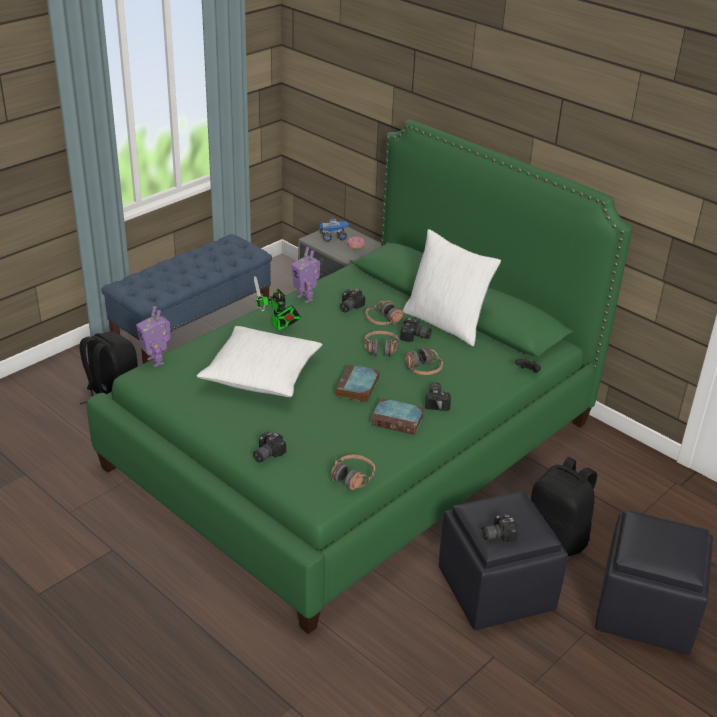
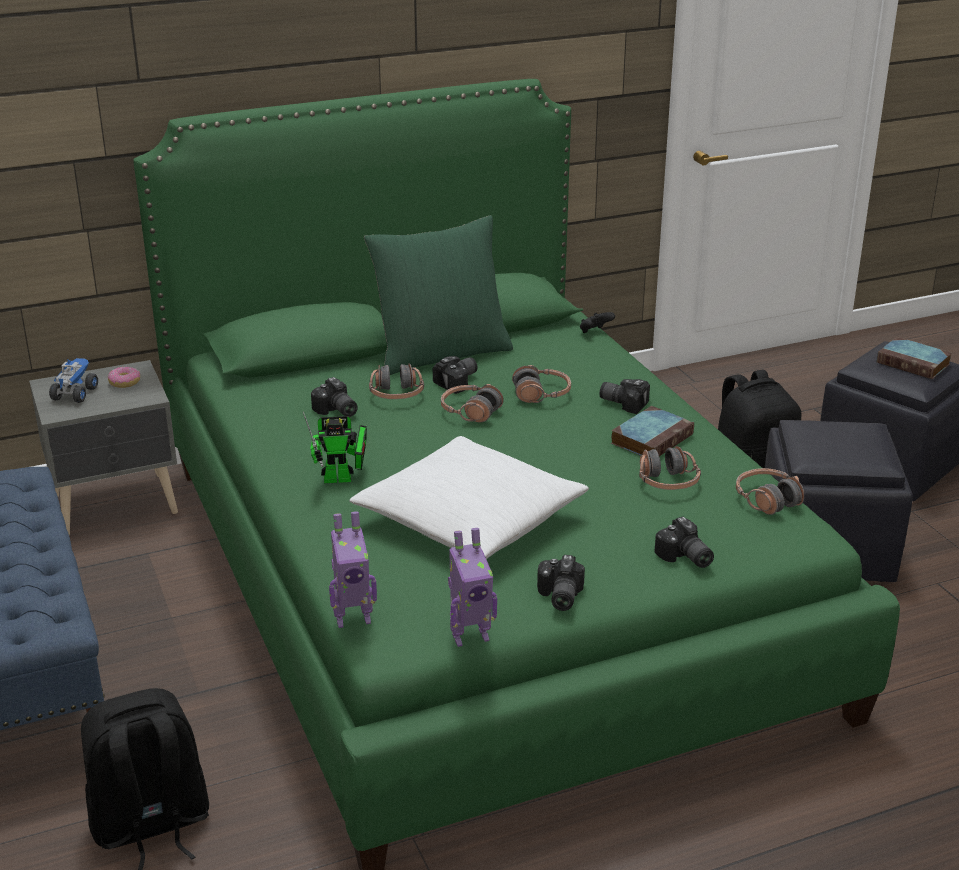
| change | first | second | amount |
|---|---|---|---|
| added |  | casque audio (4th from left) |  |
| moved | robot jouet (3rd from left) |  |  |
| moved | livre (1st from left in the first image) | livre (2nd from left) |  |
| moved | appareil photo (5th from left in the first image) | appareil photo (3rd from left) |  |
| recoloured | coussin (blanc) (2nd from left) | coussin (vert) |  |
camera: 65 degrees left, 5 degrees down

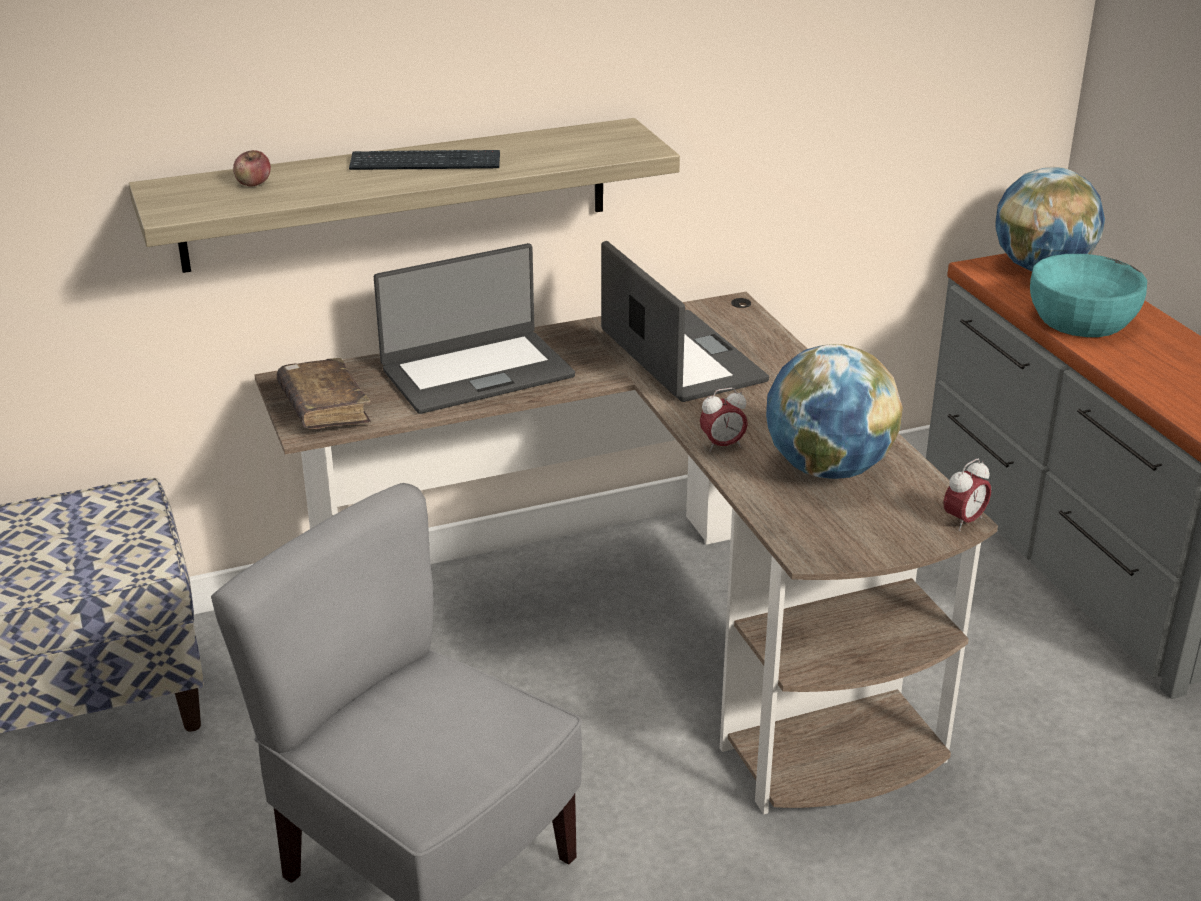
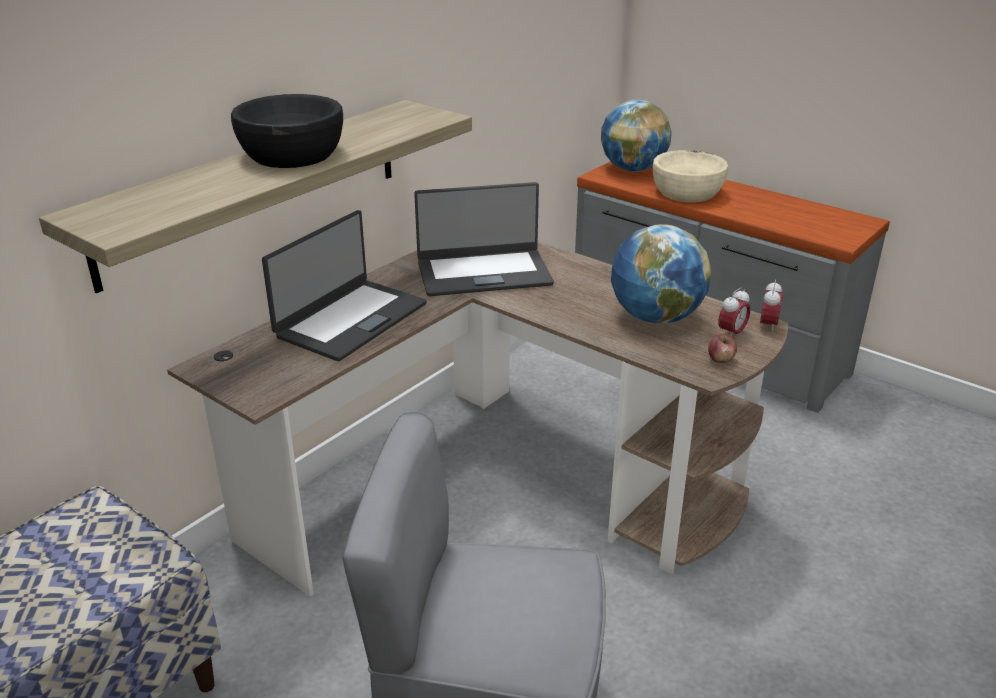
| change | first | second | amount |
|---|---|---|---|
| removed | livre (marron) |  |  |
| moved | pomme |  |  |
| moved | réveil (1st from left) |  |  |
| replaced | clavier | bol (noir) |  |
| recoloured | bol (turquoise) | bol (beige) |  |
| turned | ordinateur portable (2nd from left) |  | 135 degrees clockwise |
camera: 30 degrees left, 0 degrees up

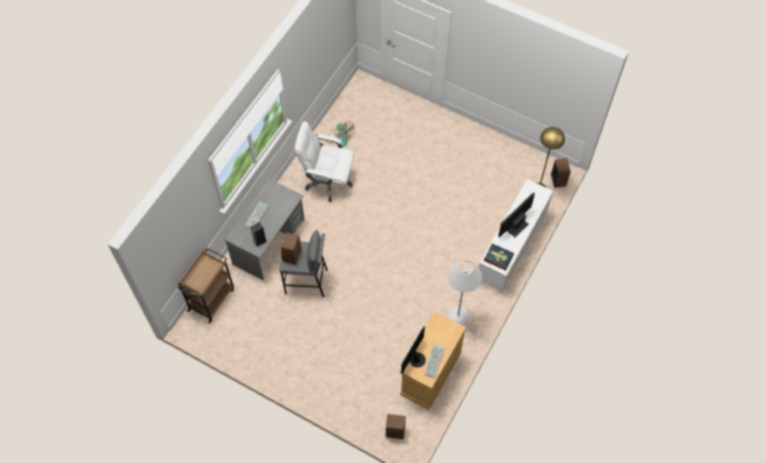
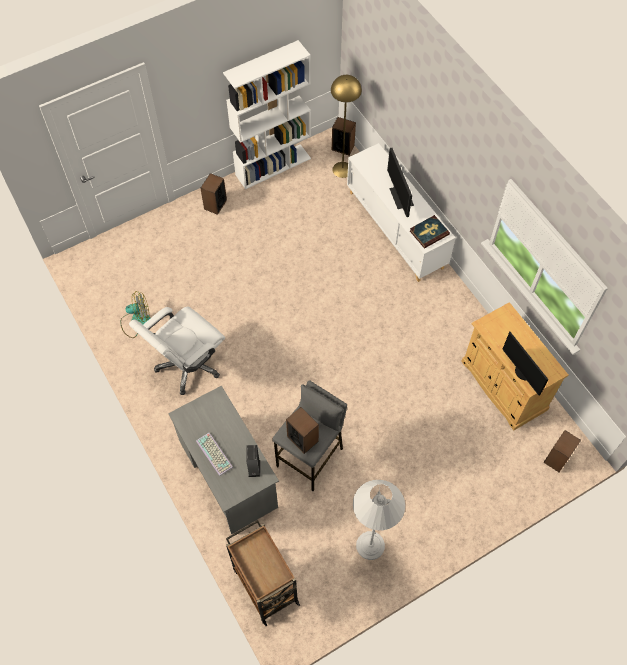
| change | first | second | amount |
|---|---|---|---|
| removed | clavier (2nd from left) |  |  |
| added |  | enceinte (1st from left) |  |
| added |  | bibliothèque (blanc) |  |
| moved | lampadaire (blanc) |  |  |
camera: 60 degrees left, 0 degrees up

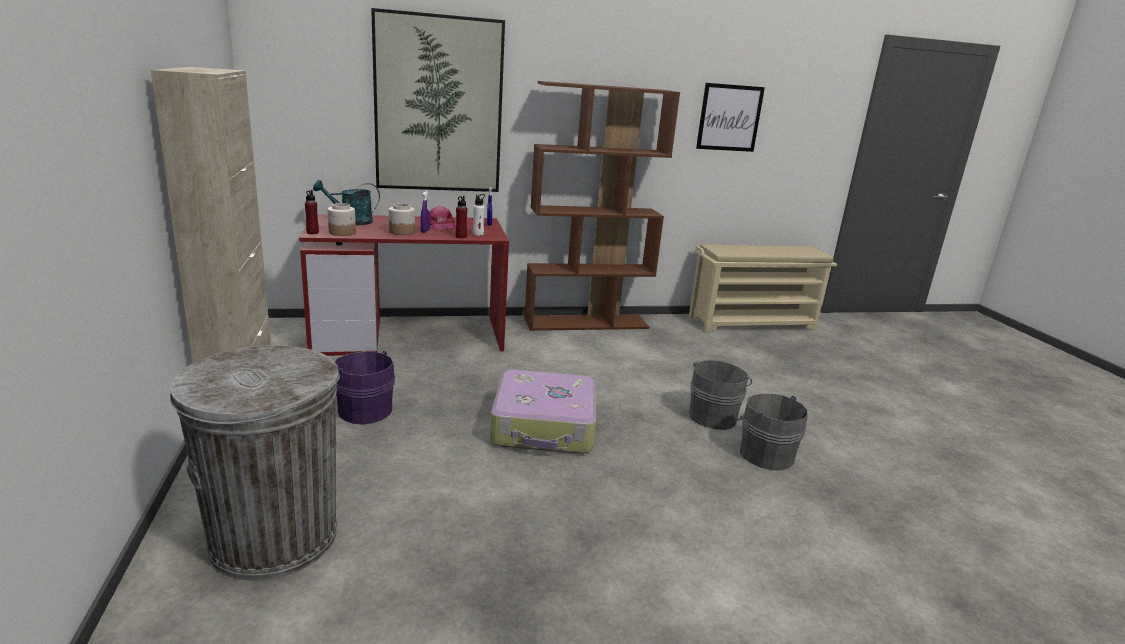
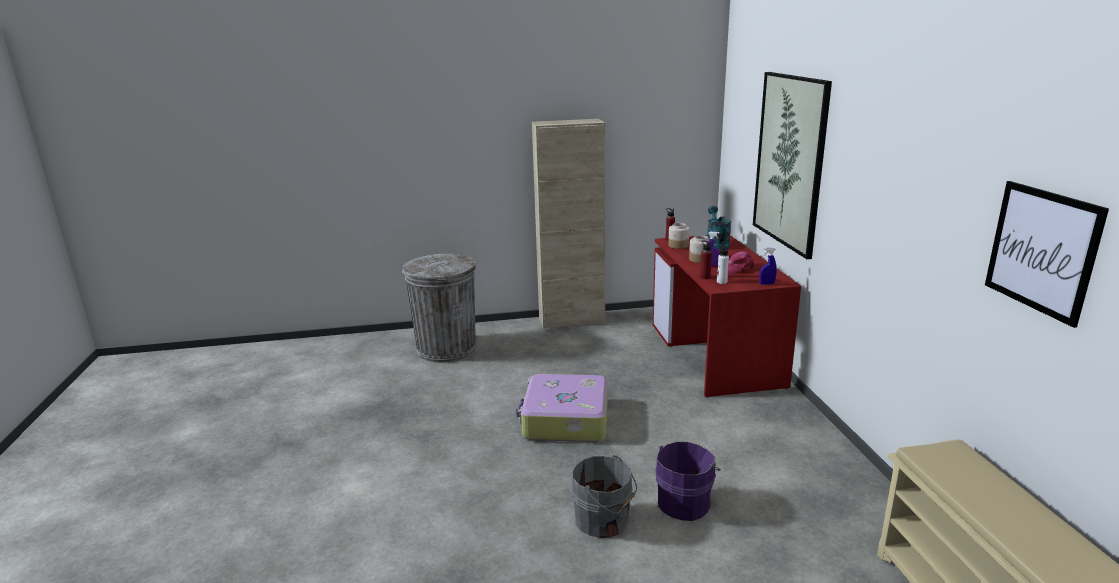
| change | first | second | amount |
|---|---|---|---|
| removed | bibliothèque (marron) |  |  |
| removed | seau (gris) (2nd from left) |  |  |
| moved | seau (violet) |  |  |
camera: 95 degrees right, 0 degrees up

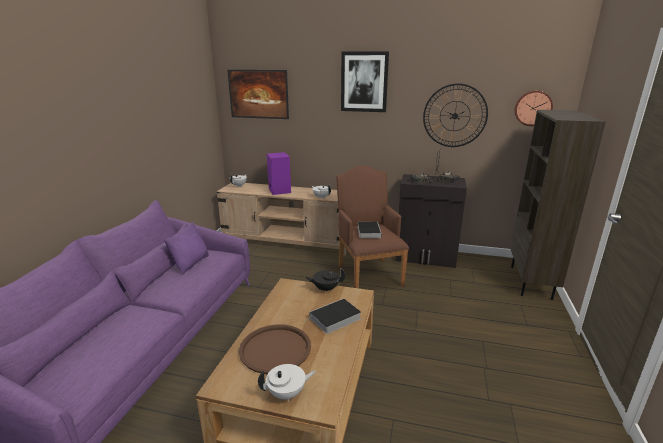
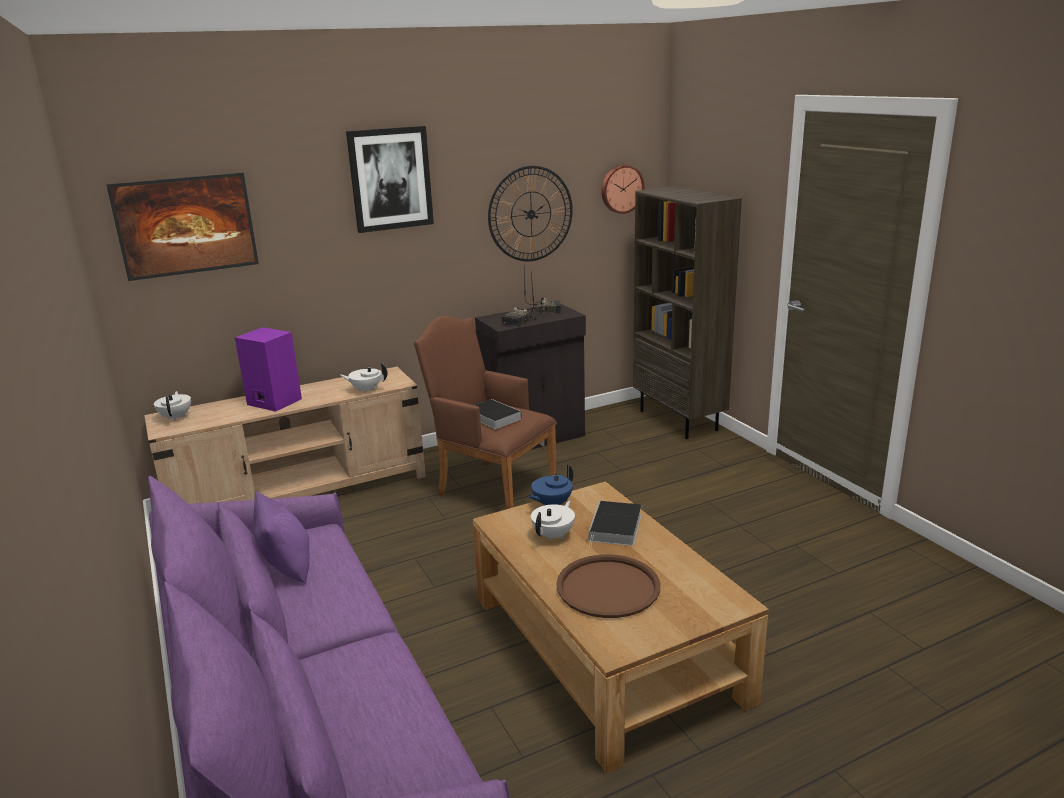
| change | first | second | amount |
|---|---|---|---|
| moved | théière (blanc) (2nd from left in the first image) | théière (blanc) (3rd from left) |  |
| recoloured | théière (noir) | théière (bleu) |  |
camera: 40 degrees left, 0 degrees up

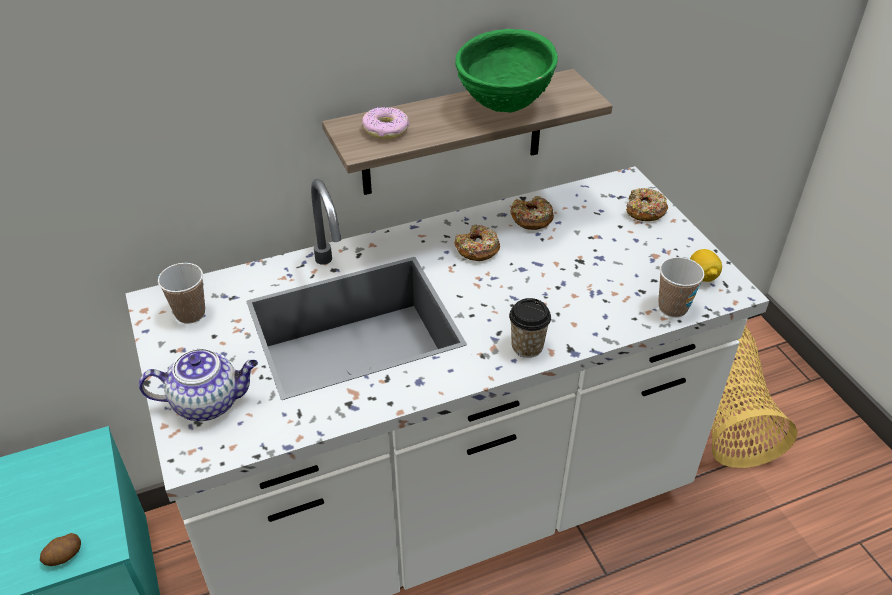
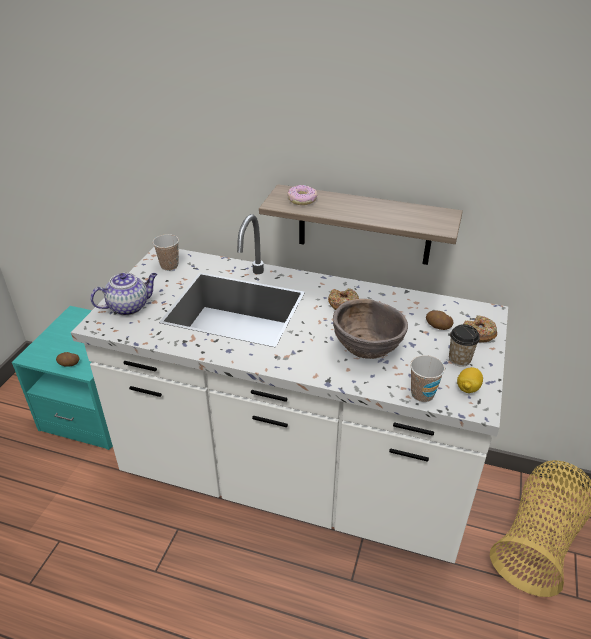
| change | first | second | amount |
|---|---|---|---|
| removed | bol (vert) |  |  |
| removed | beignet (3rd from left) |  |  |
| added |  | bol (marron) |  |
| added |  | pomme de terre (2nd from left) |  |
| moved | tasse (2nd from left in the first image) | tasse (3rd from left) |  |
| turned | théière |  | 60 degrees counterclockwise |
camera: 40 degrees right, 5 degrees down

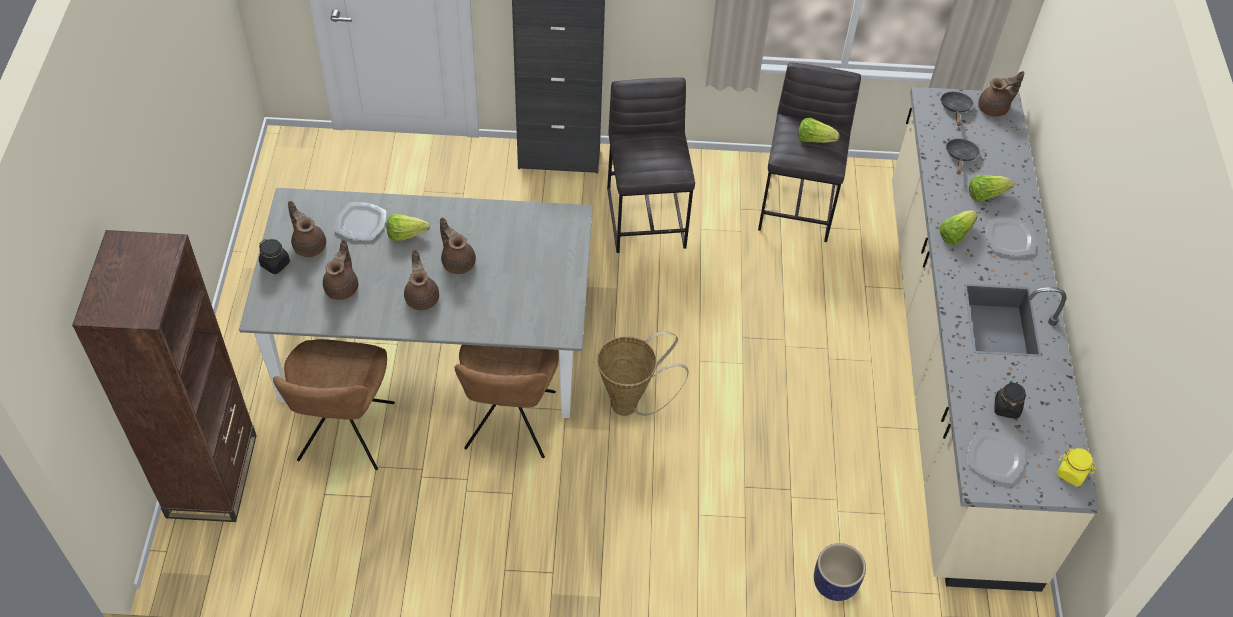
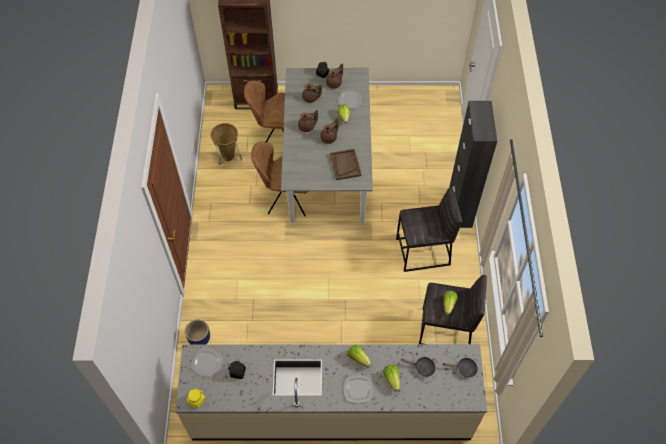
| change | first | second | amount |
|---|---|---|---|
| removed | théière (marron) (5th from left) |  |  |
| added |  | plateau (marron) |  |
| moved | panier |  |  |
camera: 90 degrees right, 5 degrees up

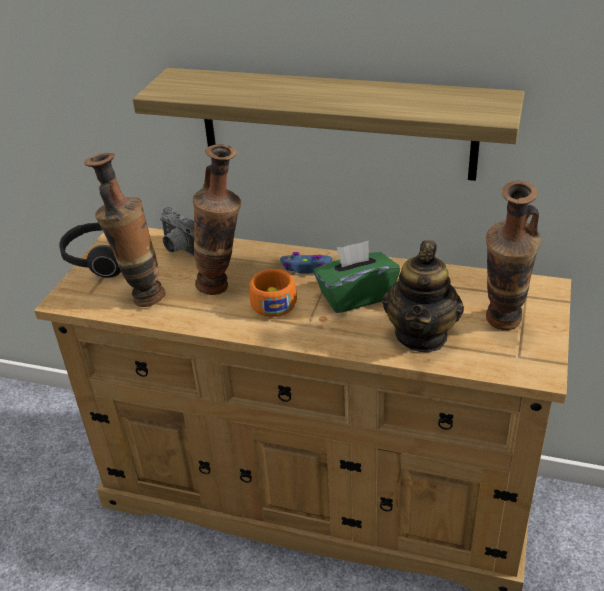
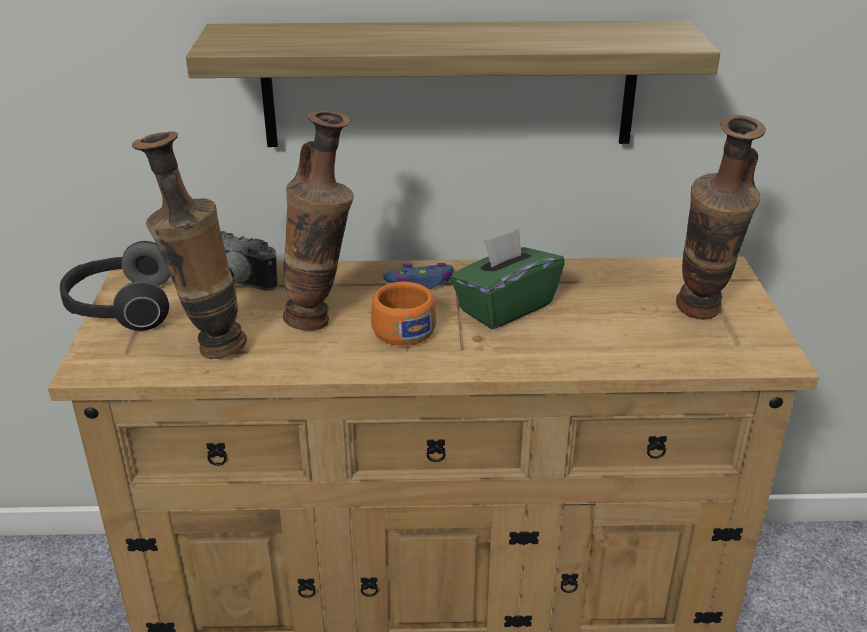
| change | first | second | amount |
|---|---|---|---|
| removed | théière |  |  |
camera: 20 degrees left, 5 degrees down

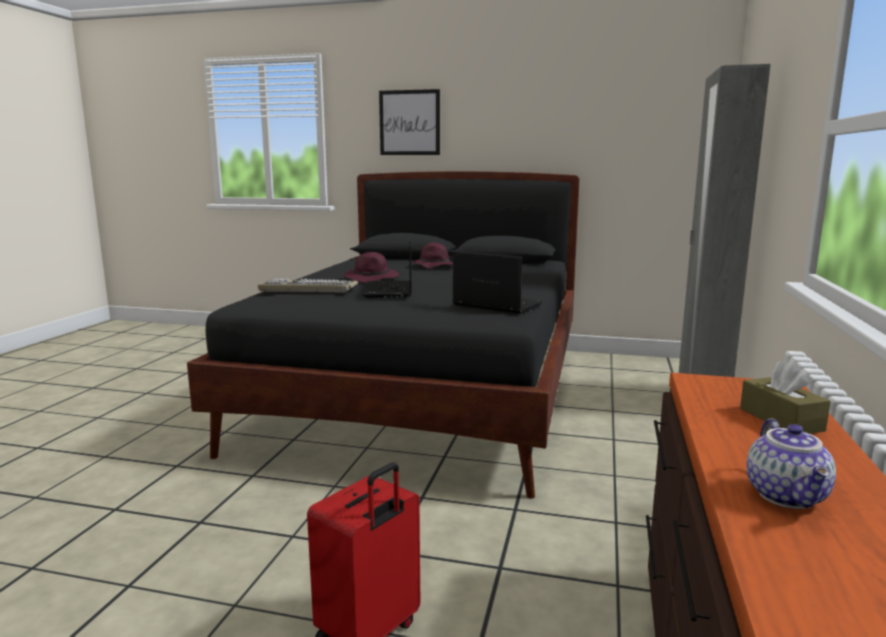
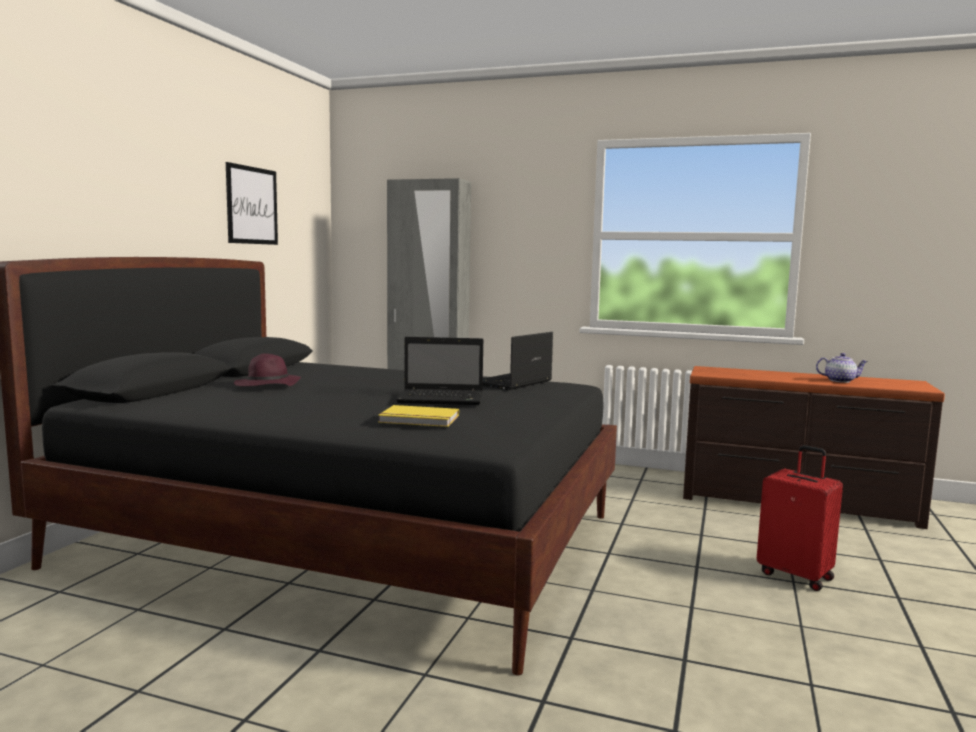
| change | first | second | amount |
|---|---|---|---|
| removed | chapeau (violet) (1st from left) |  |  |
| removed | boîte à mouchoirs (marron) |  |  |
| moved | tableau |  |  |
| replaced | clavier | livre (jaune) |  |
camera: 85 degrees left, 5 degrees down

